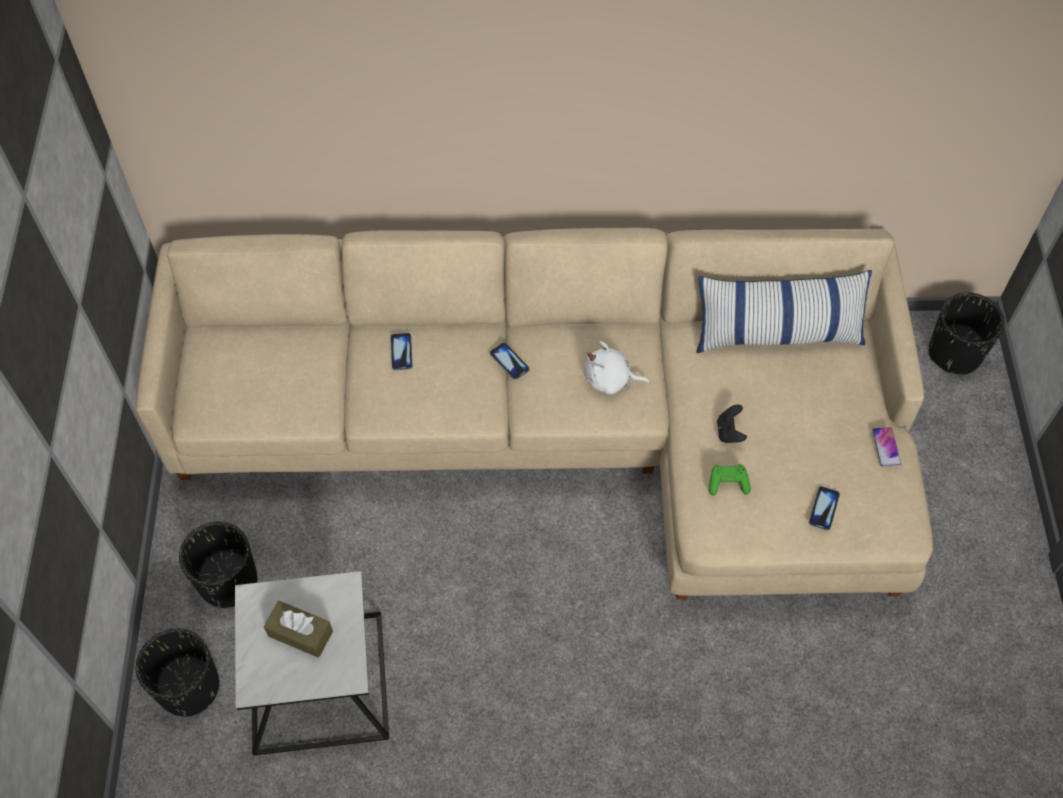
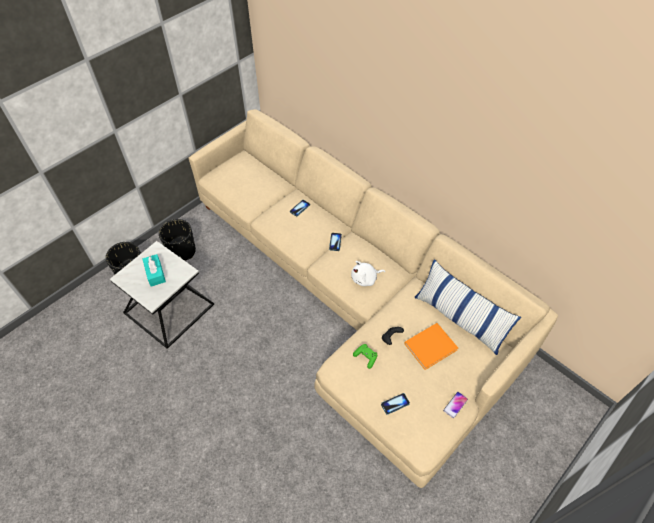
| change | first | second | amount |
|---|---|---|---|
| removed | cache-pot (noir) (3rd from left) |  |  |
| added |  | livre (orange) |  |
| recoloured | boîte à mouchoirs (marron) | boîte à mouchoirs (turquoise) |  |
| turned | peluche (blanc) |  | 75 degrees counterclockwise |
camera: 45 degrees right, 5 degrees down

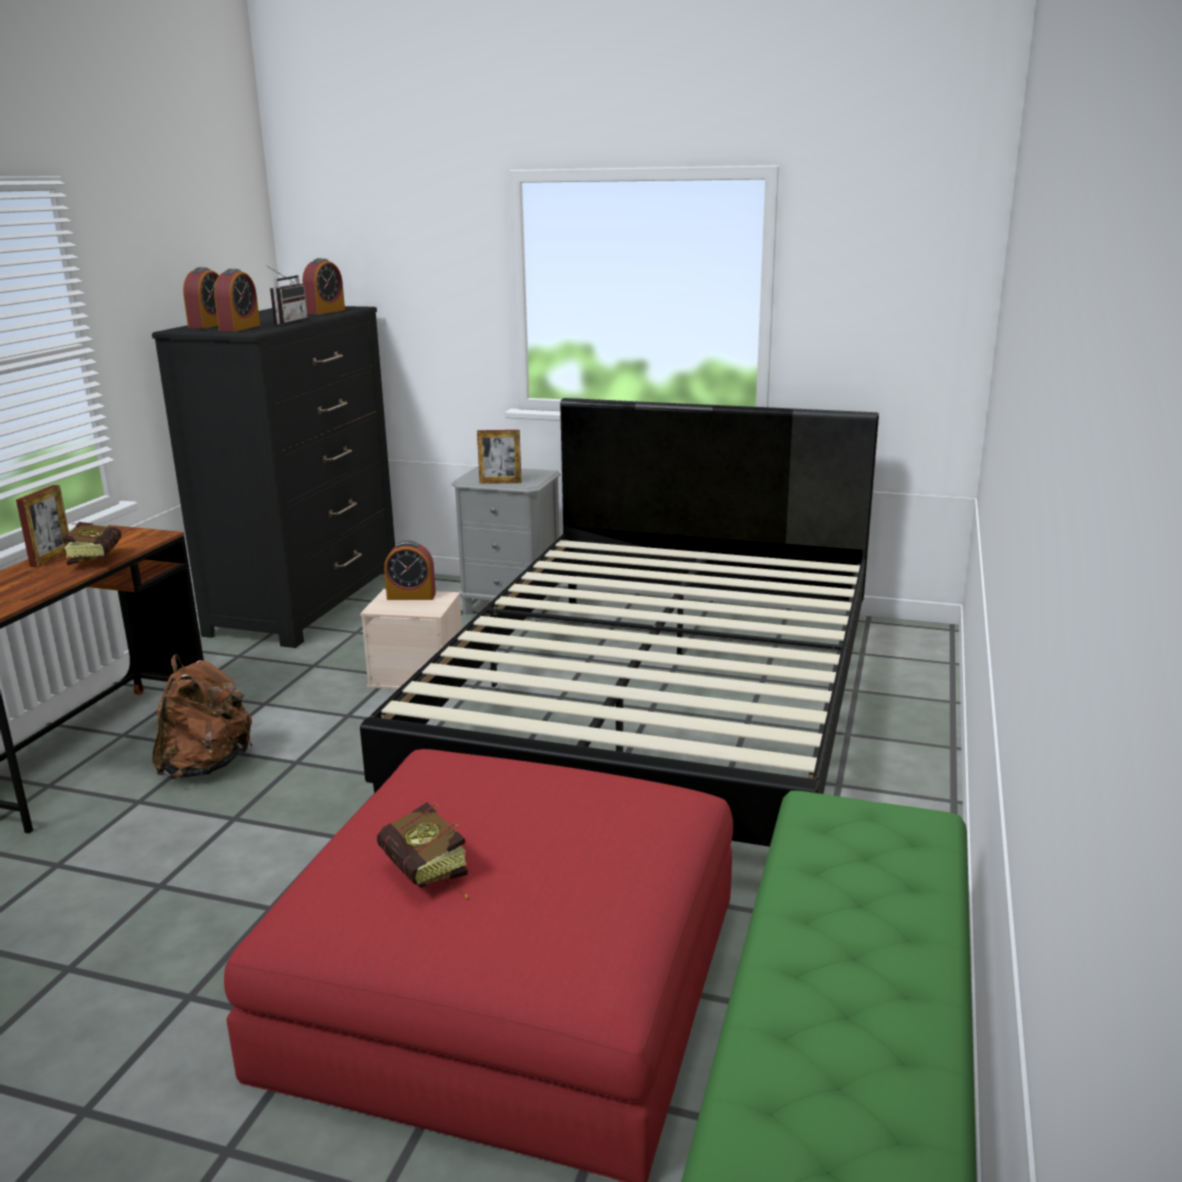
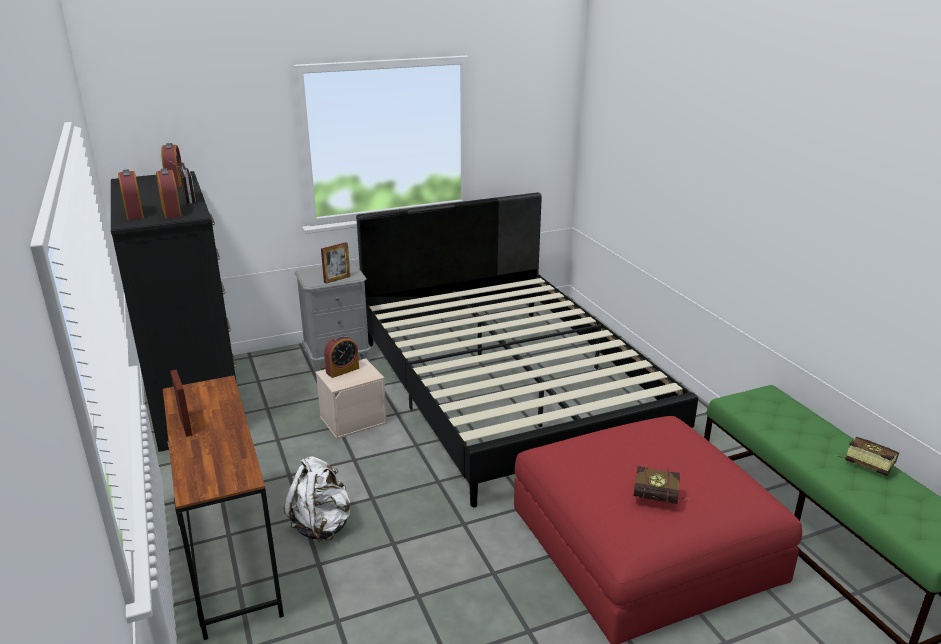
| change | first | second | amount |
|---|---|---|---|
| moved | livre (1st from left in the first image) | livre (2nd from left) |  |
| recoloured | sac à dos (marron) | sac à dos (blanc) |  |
camera: 40 degrees left, 5 degrees up

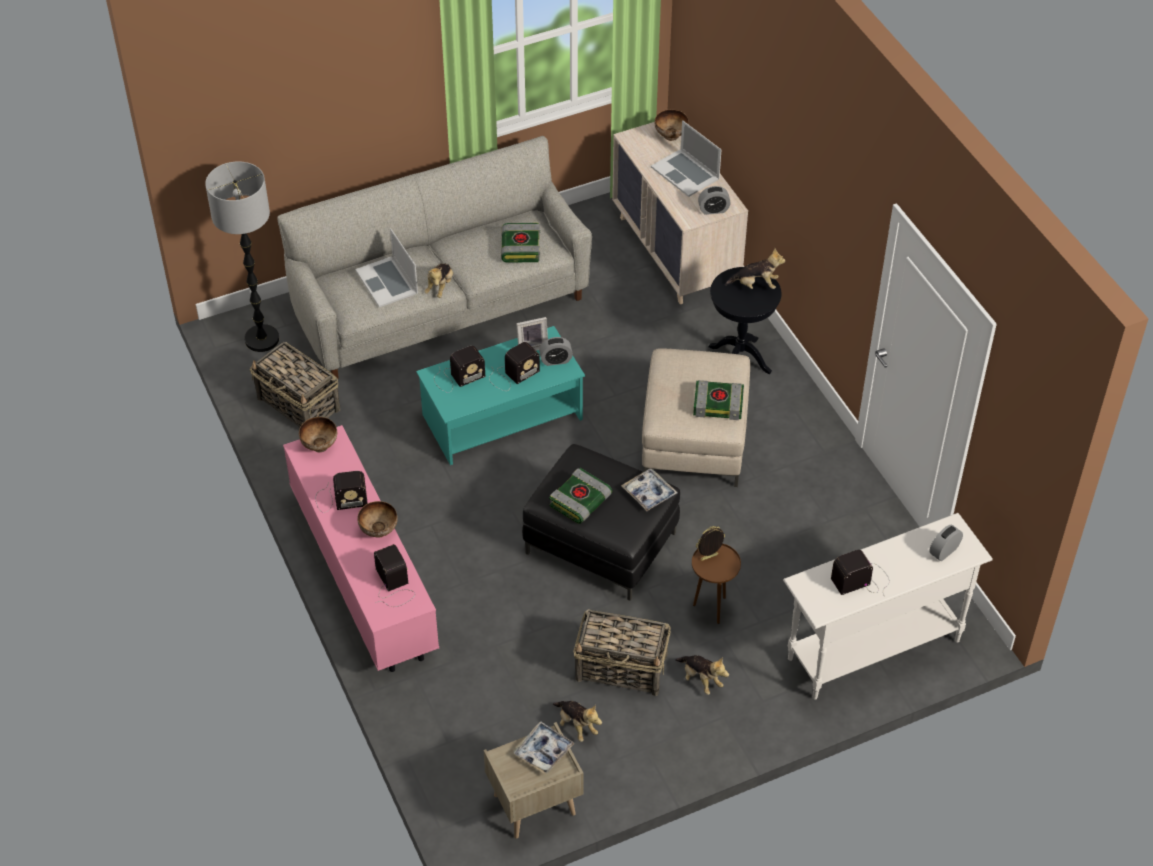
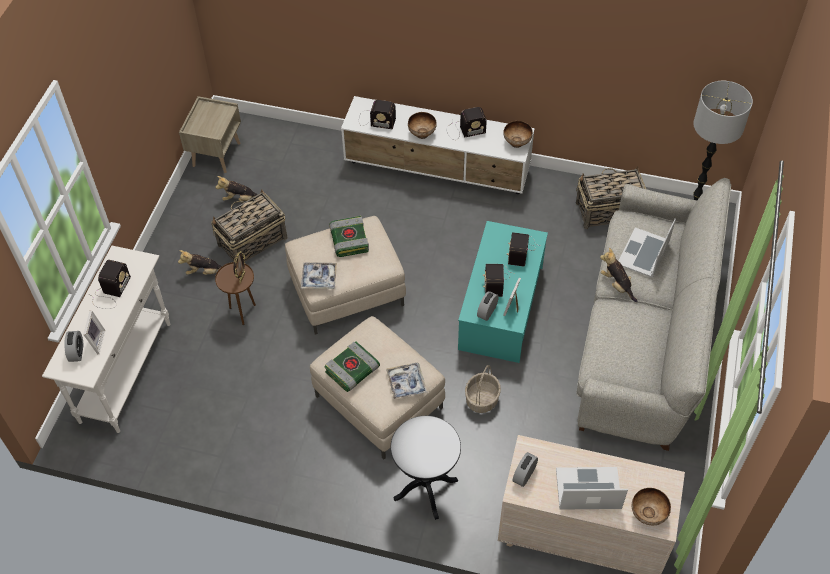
| change | first | second | amount |
|---|---|---|---|
| removed | livre (1st from left) |  |  |
| removed | peluche (4th from left) |  |  |
| added |  | cadre photo (1st from left) |  |
| added |  | panier (2nd from left) |  |
| moved | plateau (1st from left in the first image) | plateau (2nd from left) |  |
| recoloured | meuble télé (rose) | meuble télé (blanc) |  |
| recoloured | pouf (noir) | pouf (beige) (1st from left) |  |
| turned | radio (1st from left in the first image) | radio (3rd from left) | 135 degrees counterclockwise |
| turned | ordinateur portable (1st from left in the first image) | ordinateur portable (2nd from left) | 75 degrees counterclockwise |
camera: 130 degrees right, 5 degrees up

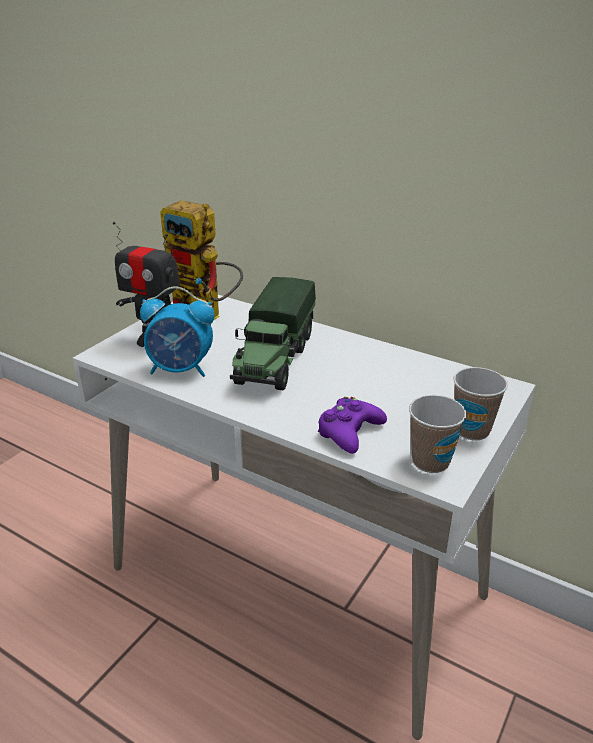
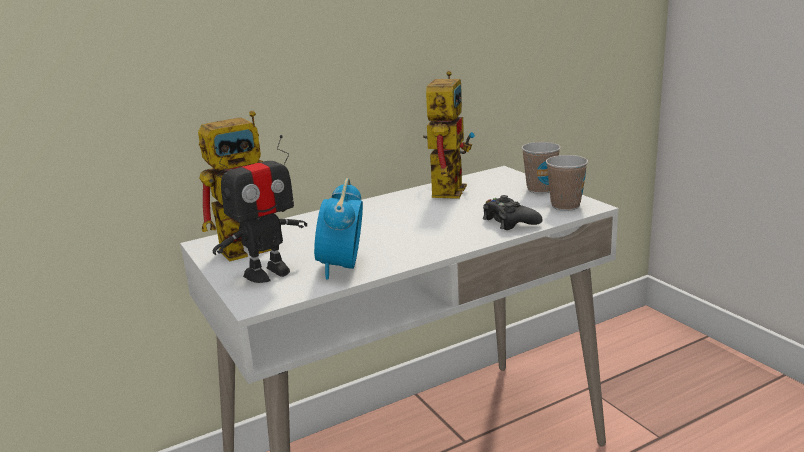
| change | first | second | amount |
|---|---|---|---|
| removed | camion jouet |  |  |
| added |  | robot jouet (3rd from left) |  |
| recoloured | manette (violet) | manette (noir) |  |
| turned | réveil |  | 150 degrees clockwise |
camera: 60 degrees left, 10 degrees down

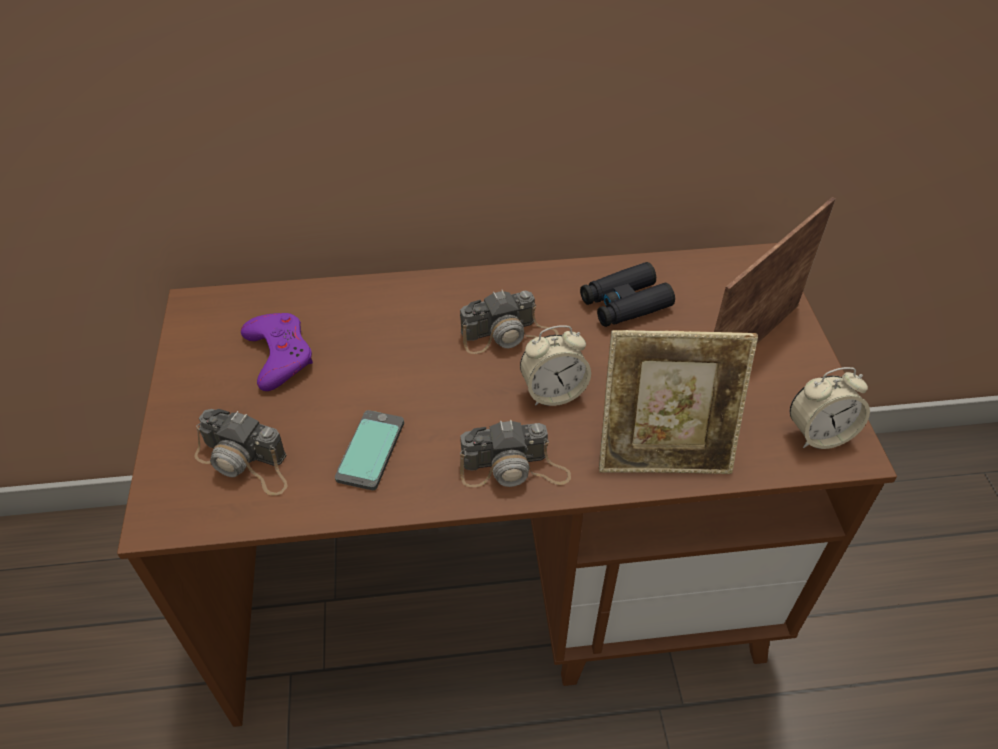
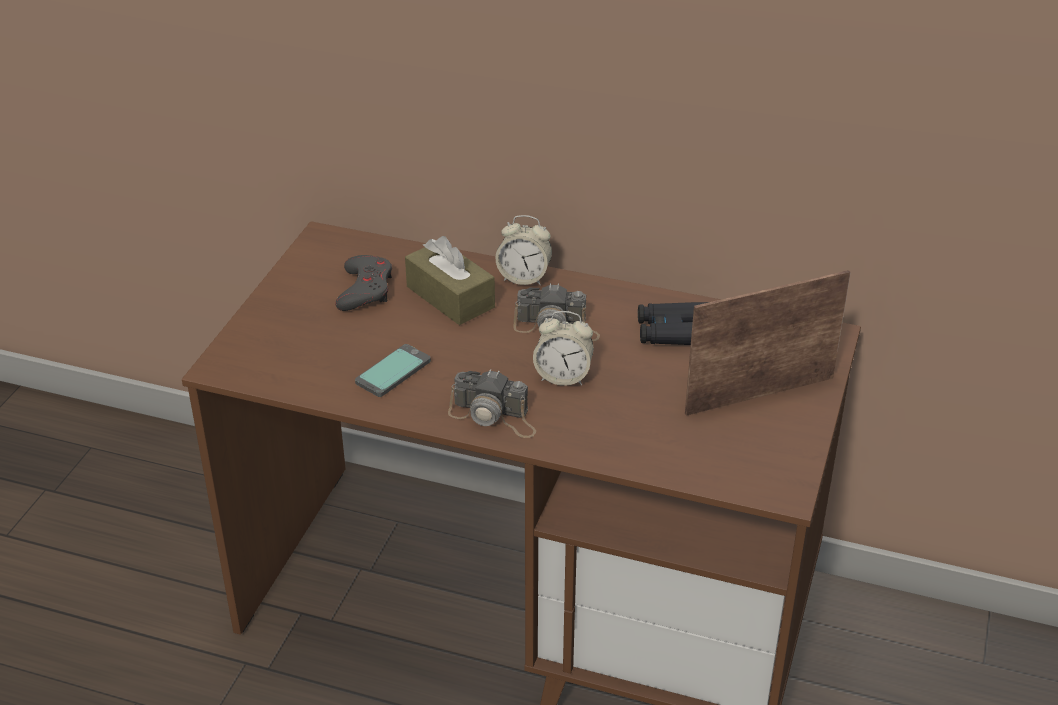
| change | first | second | amount |
|---|---|---|---|
| removed | appareil photo (1st from left) |  |  |
| removed | cadre photo (1st from left) |  |  |
| added |  | boîte à mouchoirs (marron) |  |
| moved | réveil (2nd from left in the first image) | réveil (1st from left) |  |
| recoloured | manette (violet) | manette (gris) |  |
camera: 25 degrees right, 10 degrees down

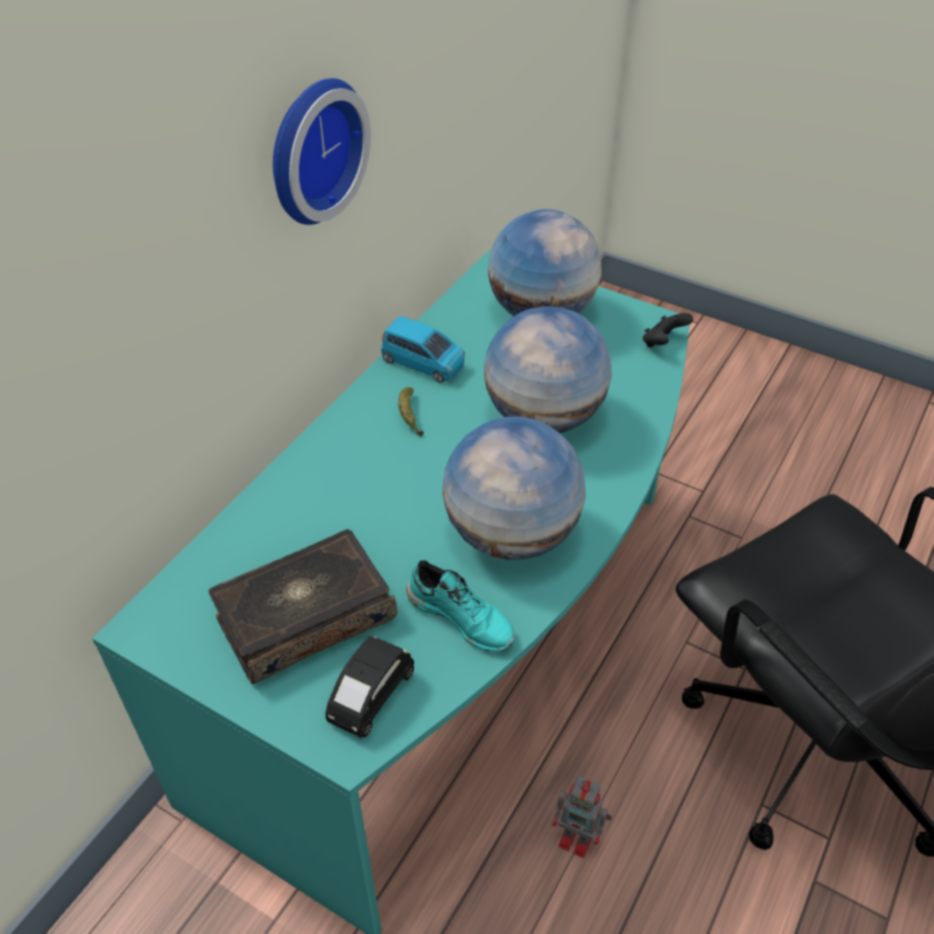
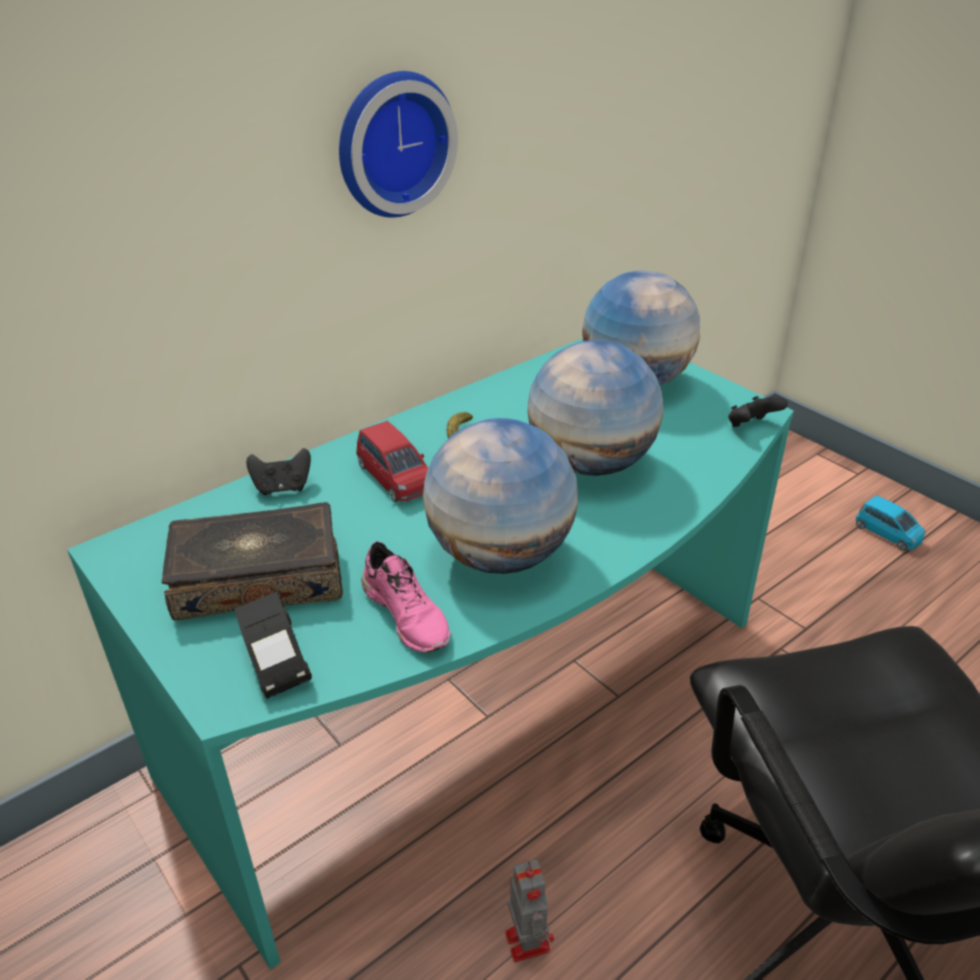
| change | first | second | amount |
|---|---|---|---|
| added |  | manette (noir) (1st from left) |  |
| added |  | petite voiture (rouge) |  |
| moved | petite voiture (bleu) |  |  |
| recoloured | chaussure (turquoise) | chaussure (rose) |  |
| turned | petite voiture (noir) |  | 75 degrees counterclockwise |
| turned | robot jouet |  | 150 degrees counterclockwise |
camera: 20 degrees right, 10 degrees down

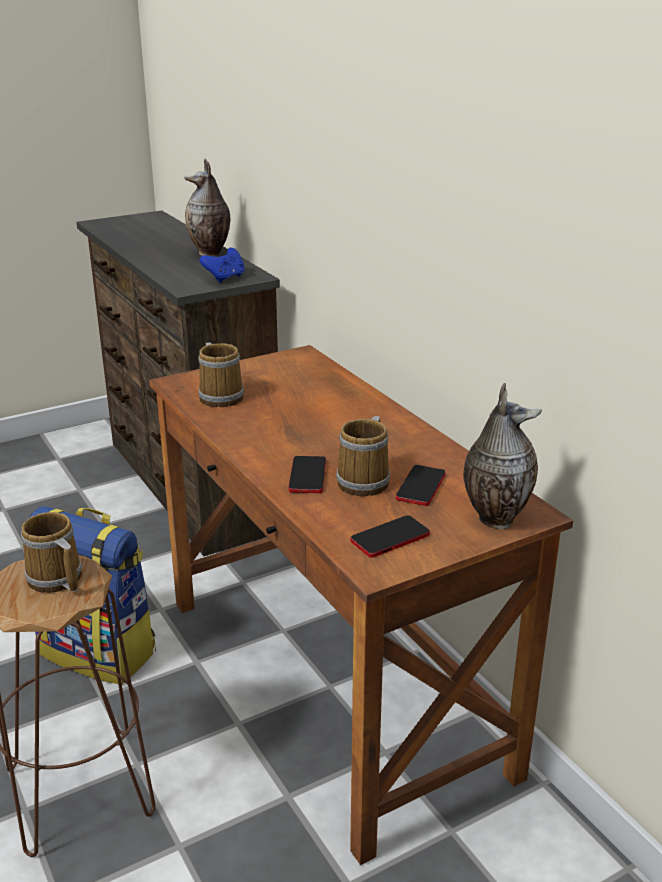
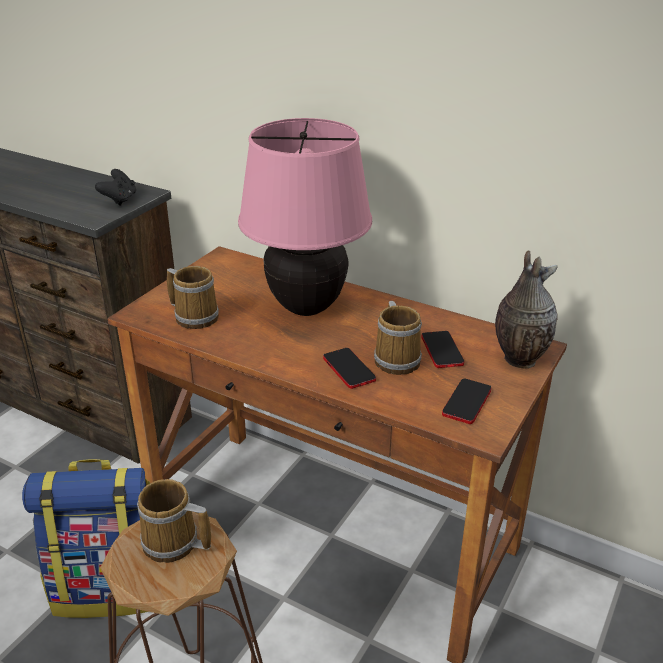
| change | first | second | amount |
|---|---|---|---|
| removed | vase (1st from left) |  |  |
| added |  | lampe de table (rose) |  |
| recoloured | manette (bleu) | manette (noir) |  |
camera: 30 degrees left, 5 degrees up

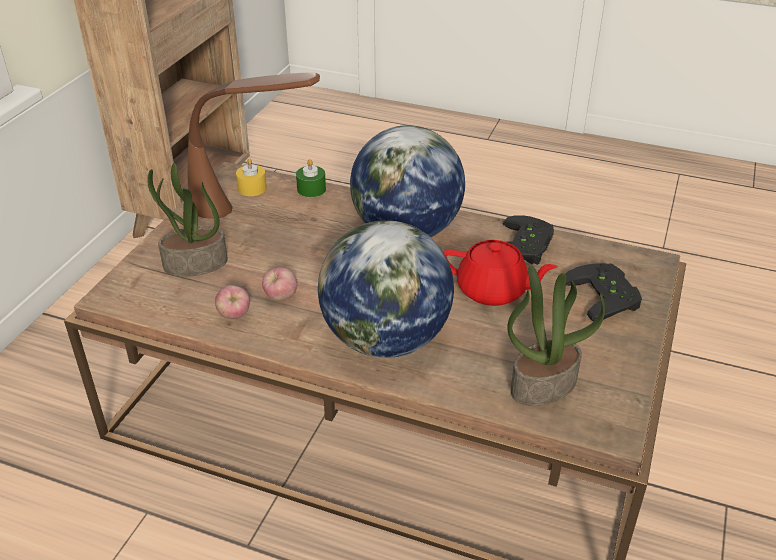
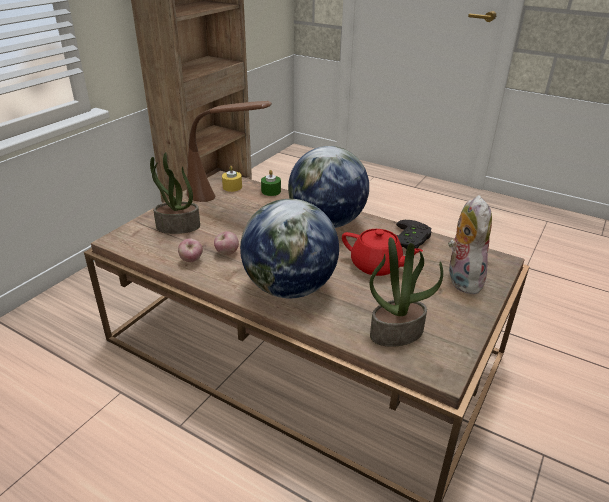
| change | first | second | amount |
|---|---|---|---|
| replaced | manette (noir) (2nd from left) | peluche |  |
camera: 10 degrees right, 5 degrees down

